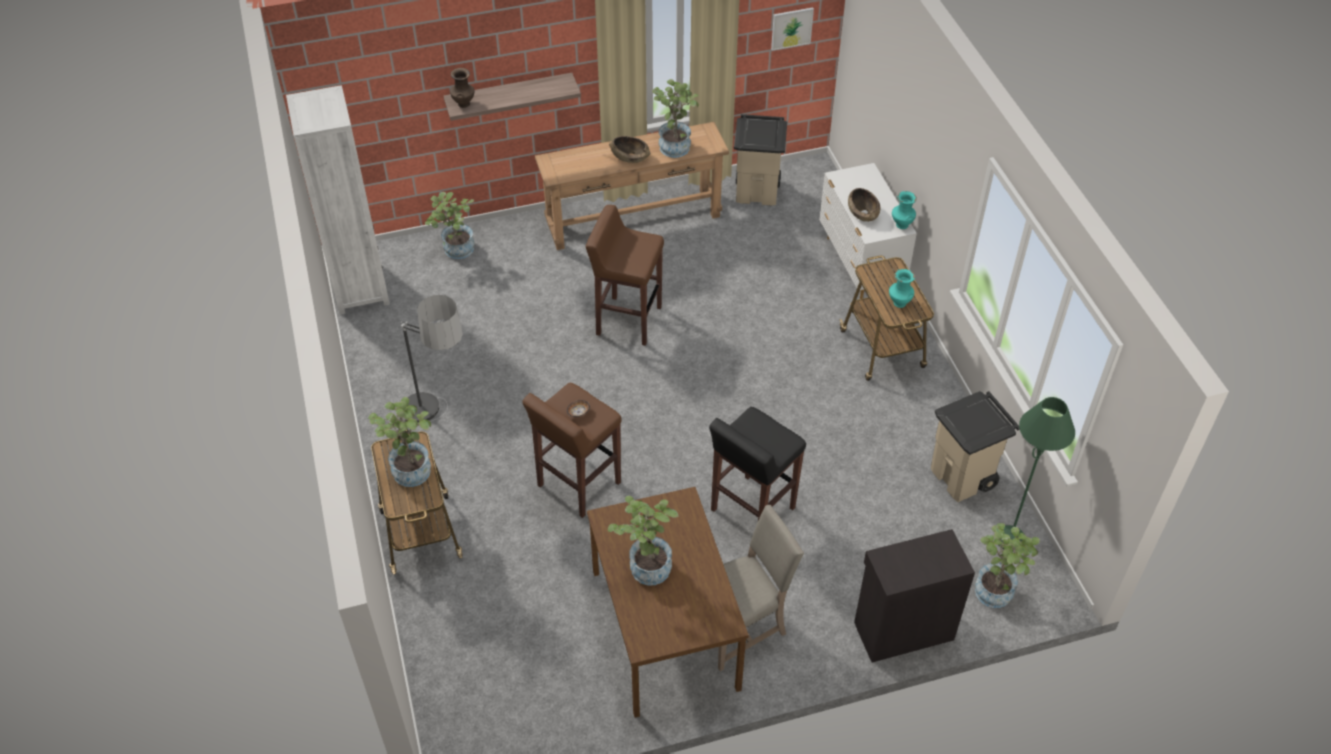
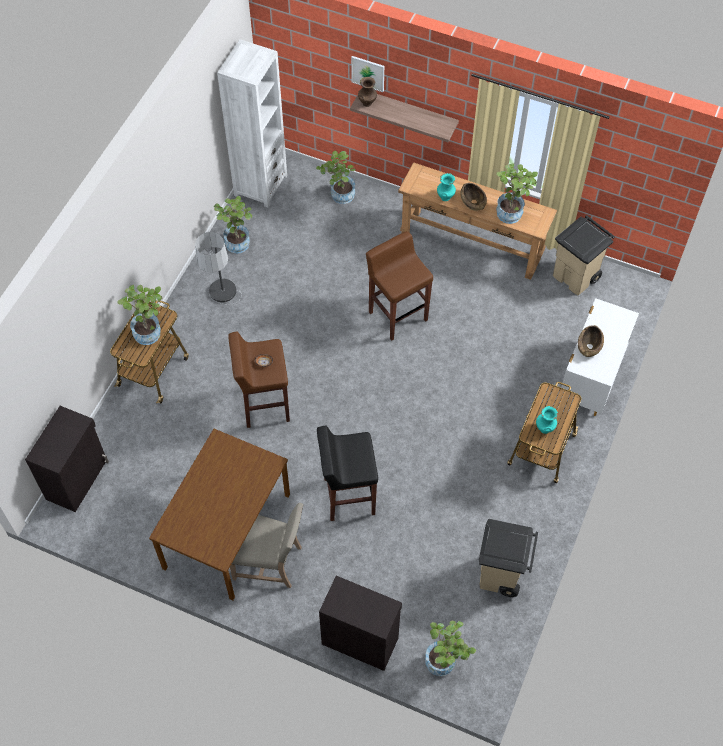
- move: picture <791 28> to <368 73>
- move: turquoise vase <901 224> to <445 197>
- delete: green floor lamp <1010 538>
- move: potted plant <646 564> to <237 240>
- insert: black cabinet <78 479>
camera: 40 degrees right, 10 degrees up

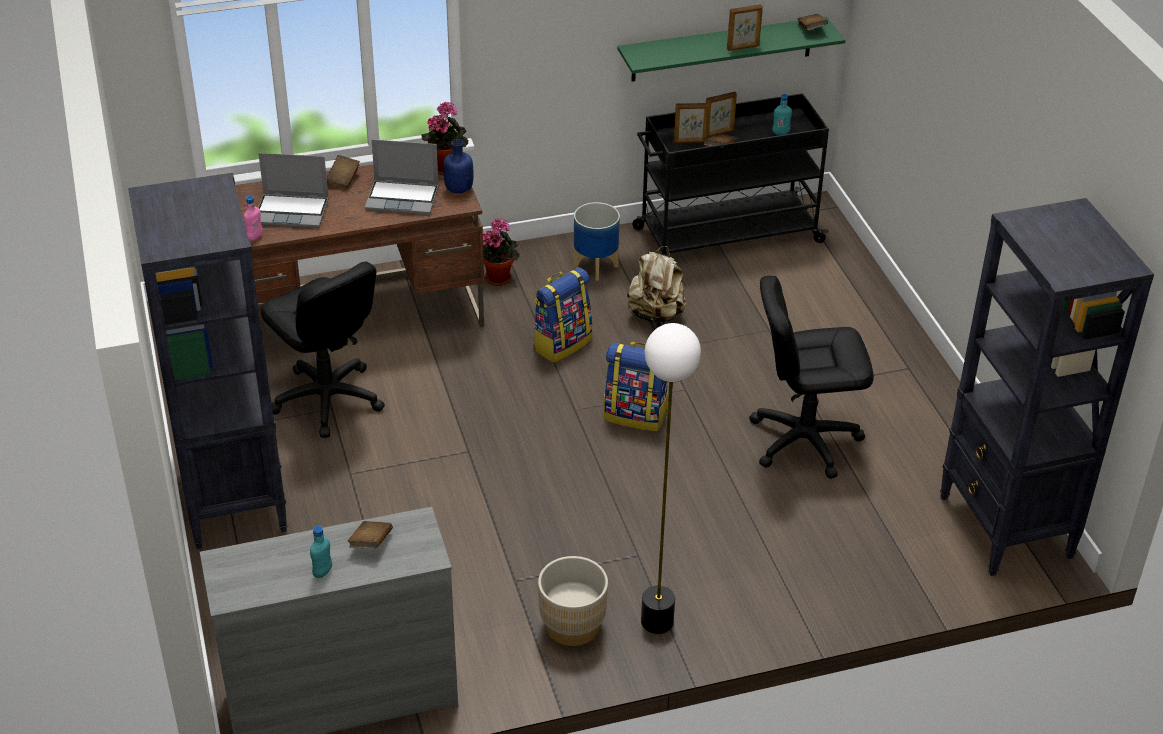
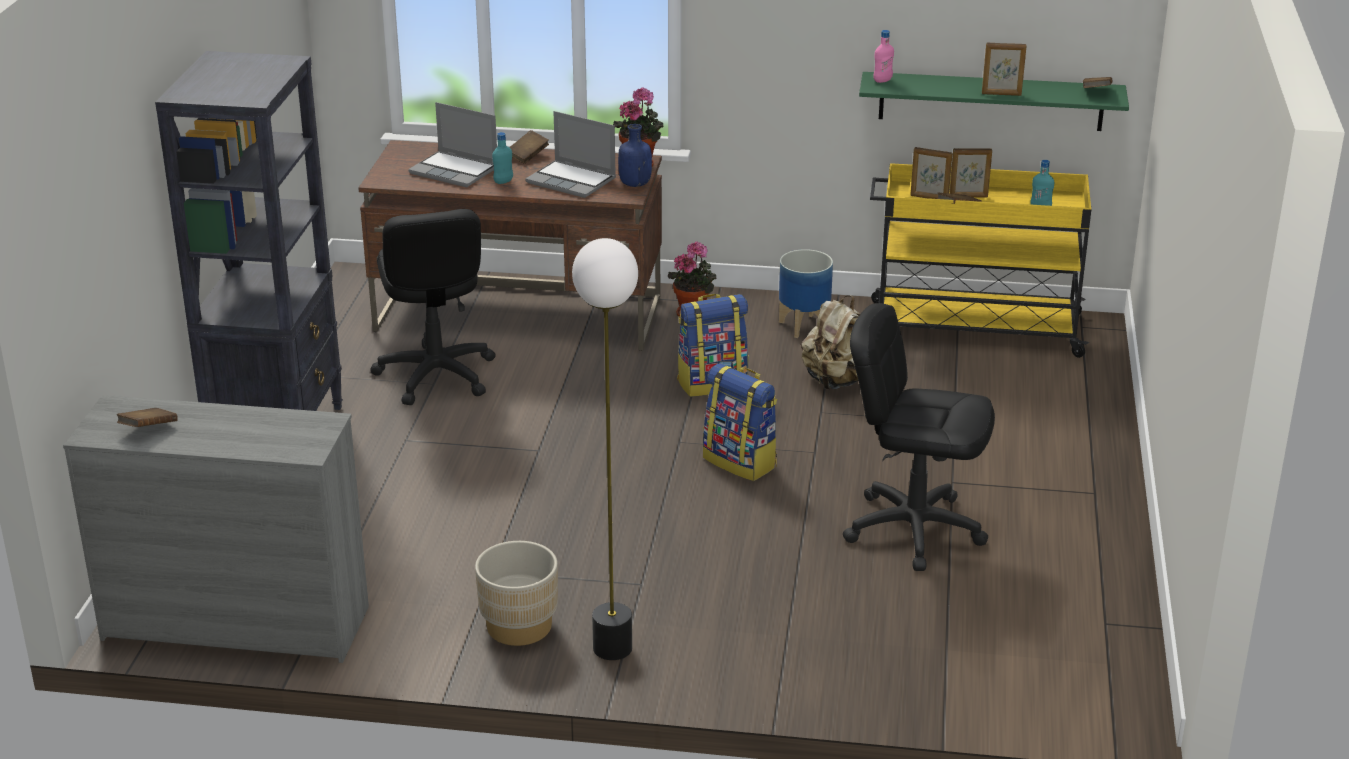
- recolor: black cart <725 235> to yellow cart <972 329>
- move: pink bottle <254 237> to <882 80>
- delete: black bookcase <1005 528>
- move: brown book <370 543> to <148 429>
- move: turquoise bottle <323 572> to <503 181>
camera: 25 degrees right, 10 degrees down

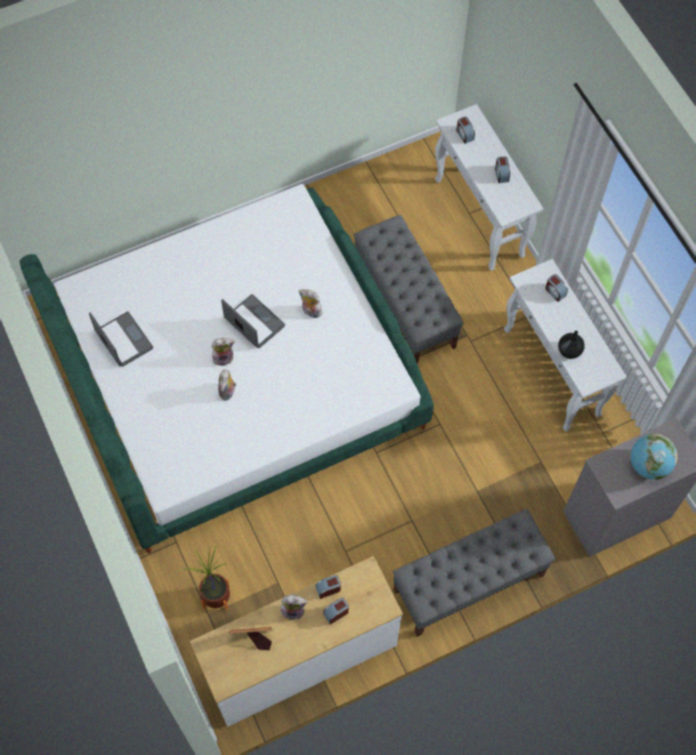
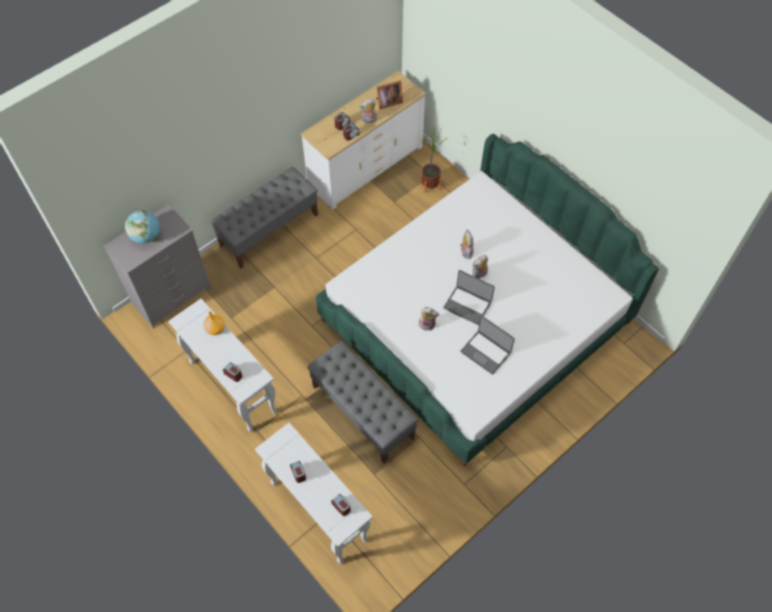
- move: laptop <123 340> to <486 352>
- recolor: black vase <568 351> to orange vase <216 329>
camera: 165 degrees right, 5 degrees down

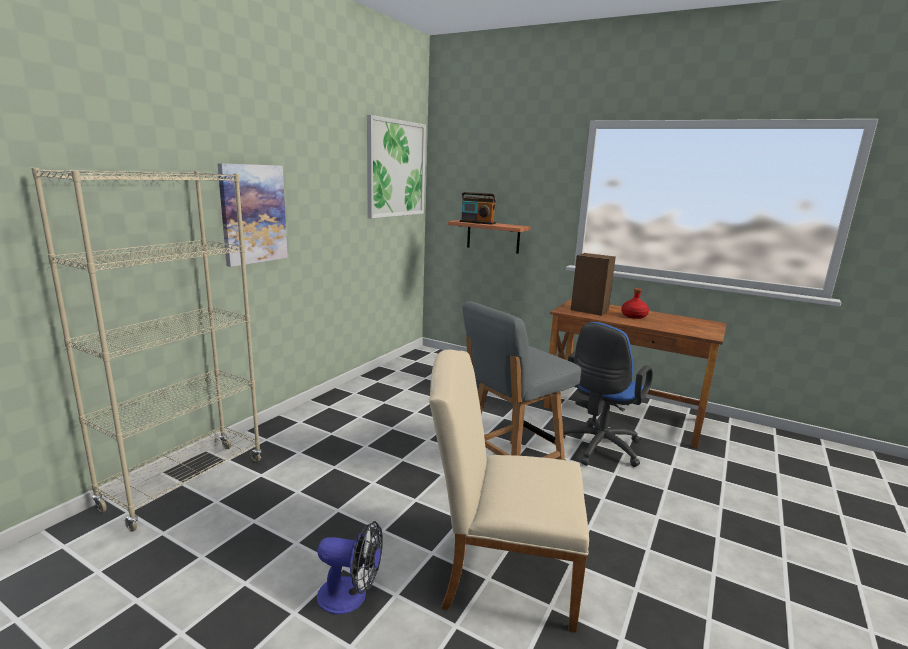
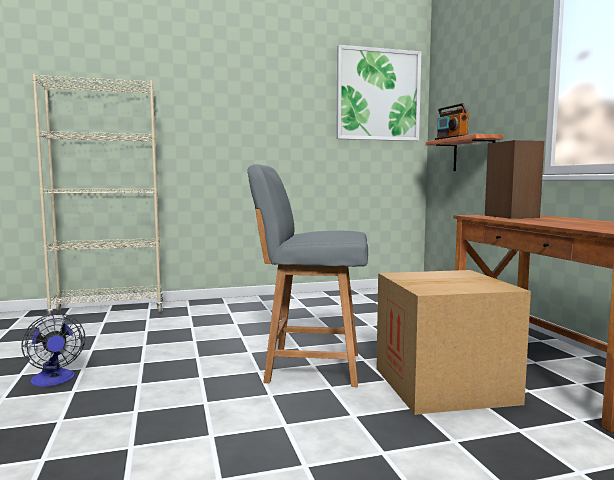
- delete: picture <253 214>
- delete: red bottle <633 316>
- replace: blue office chair <598 449> to cardboard box <444 385>
- delete: beige chair <499 571>
camera: 45 degrees right, 10 degrees down

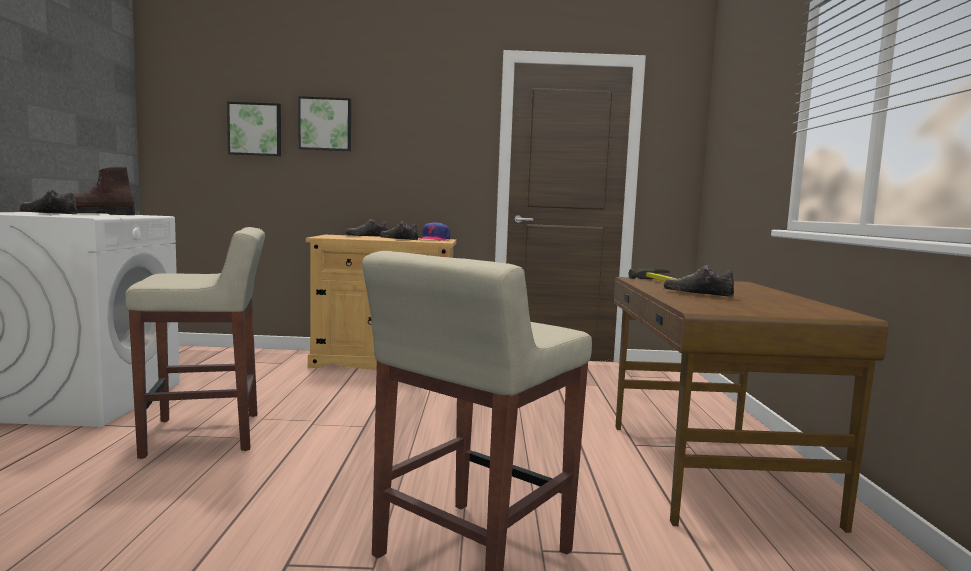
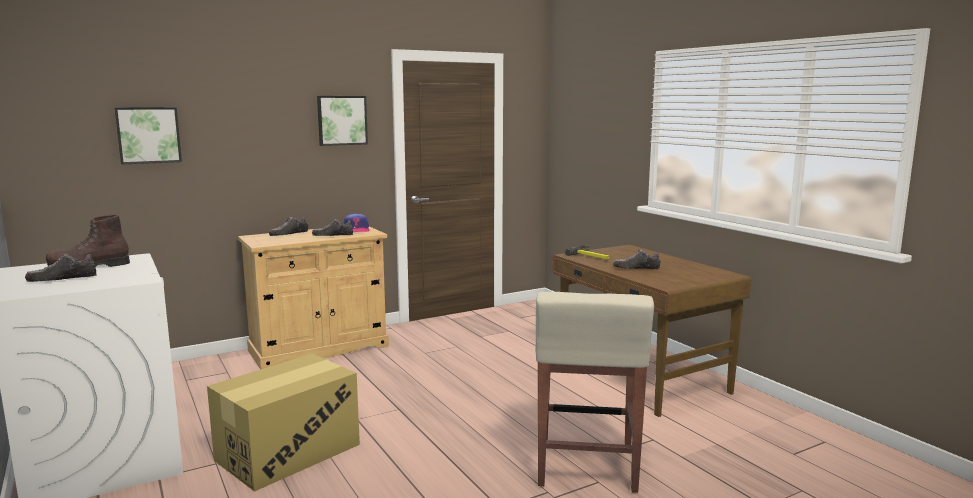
- move: picture <325 124> to <342 120>
- replace: beige stool <206 435> to cardboard box <288 452>
camera: 30 degrees left, 5 degrees up

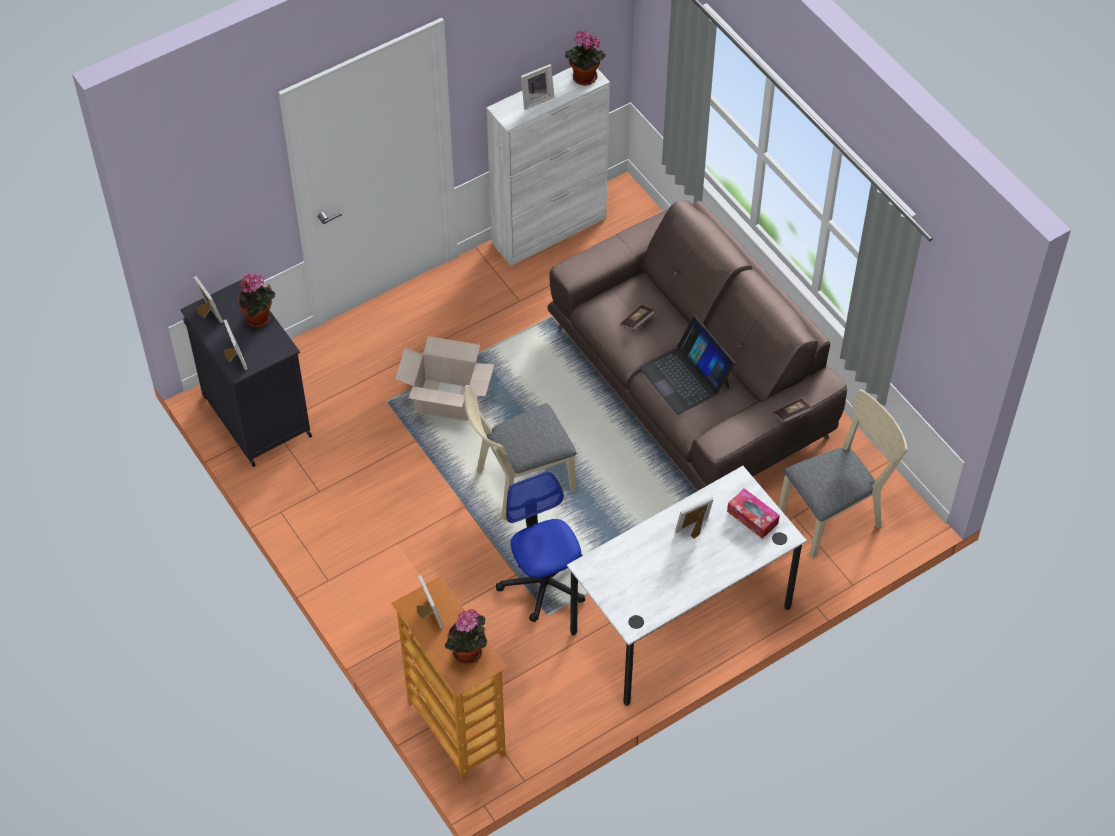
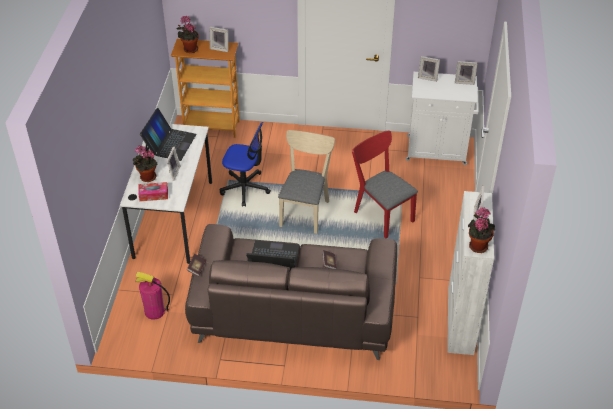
- move: potted plant <260 318> to <146 178>
- recolor: black cabinet <255 414> to white cabinet <438 150>
- replace: cardboard box <446 400> to red chair <381 213>
- replace: beige chair <836 514> to fire extinguisher <154 311>
- insert: laptop <170 143>
camera: 130 degrees right, 10 degrees down

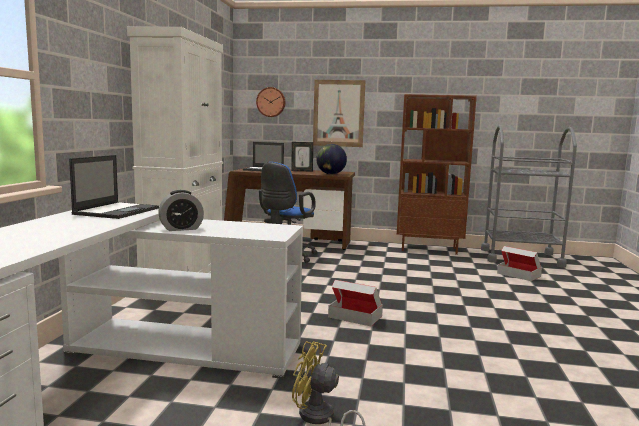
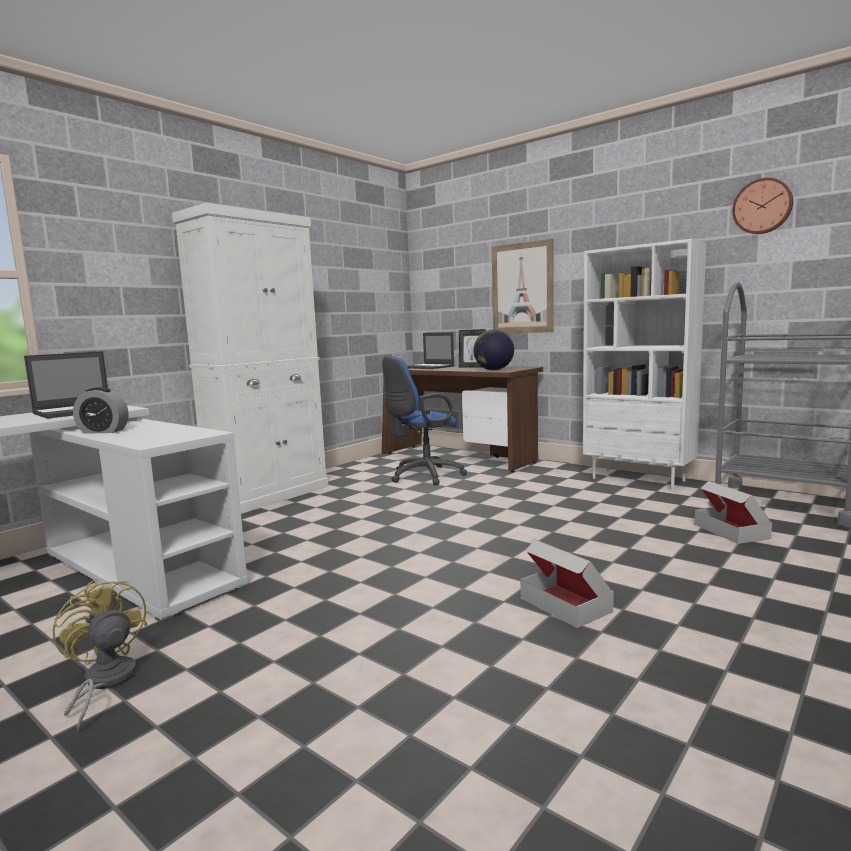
- move: wall clock <271 102> to <762 206>
- recolor: brown bookcase <429 249> to white bookcase <639 479>
- move: cardboard box <355 316> to <565 605>
camera: 30 degrees right, 0 degrees up

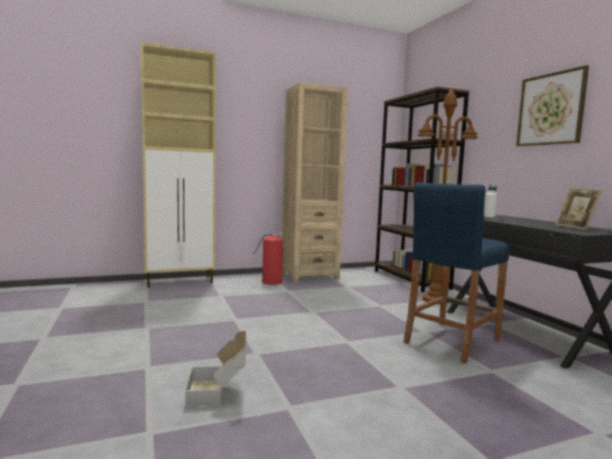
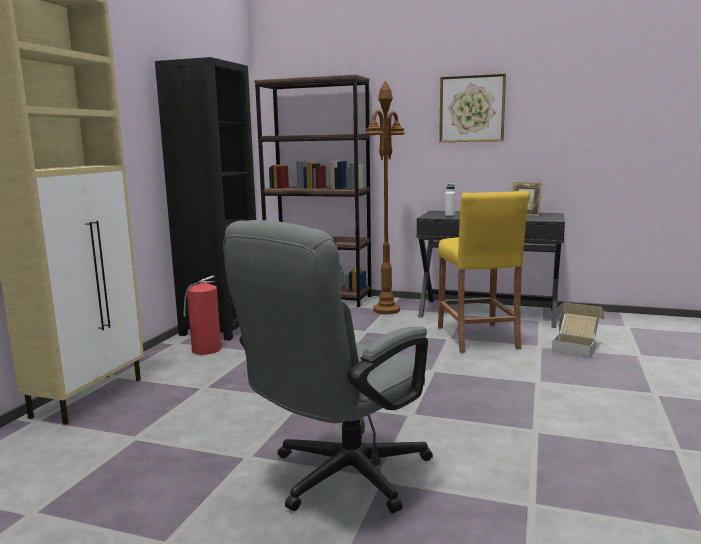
- recolor: beige bookcase <309 275> to black bookcase <221 327>
- recolor: blue stool <451 341> to yellow stool <477 337>
- move: cardboard box <219 392> to <575 347>
- insert: grey office chair <338 478>
camera: 50 degrees left, 5 degrees up

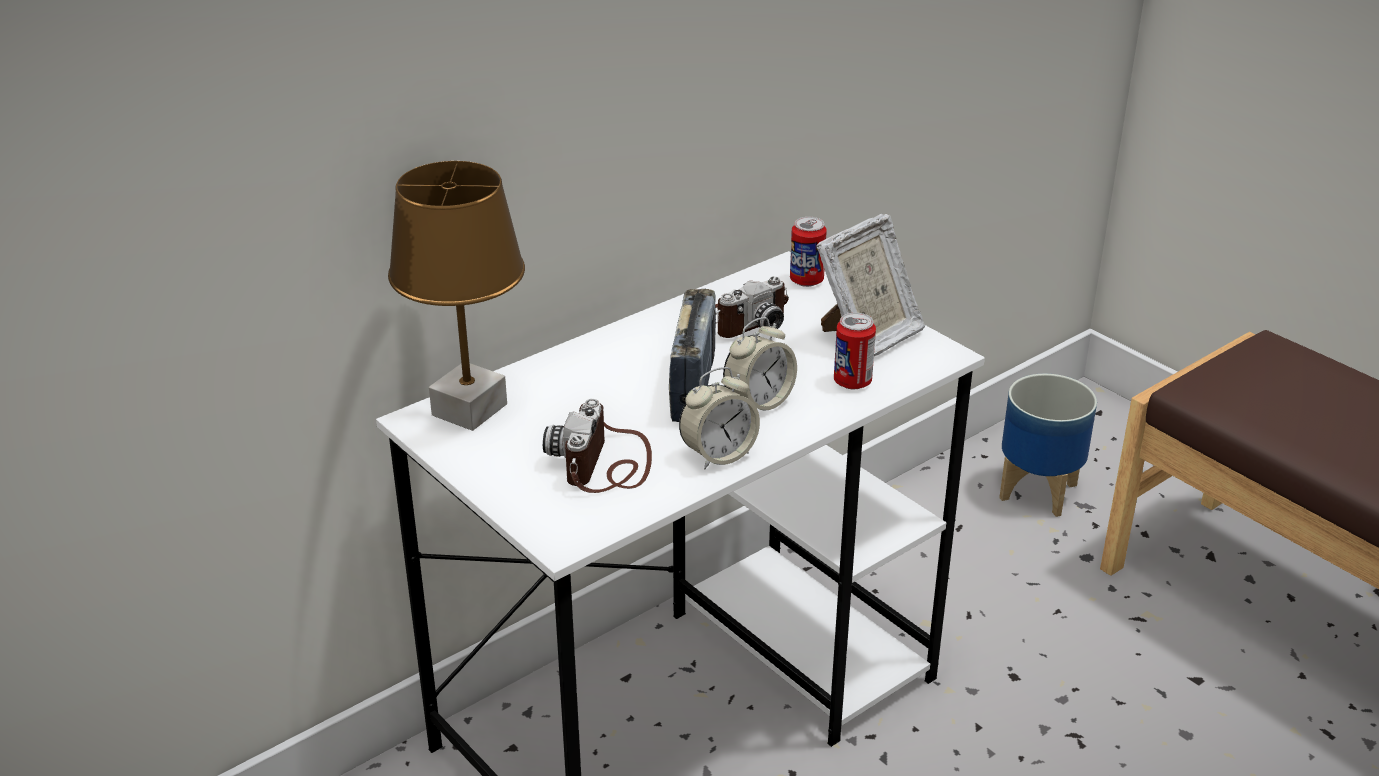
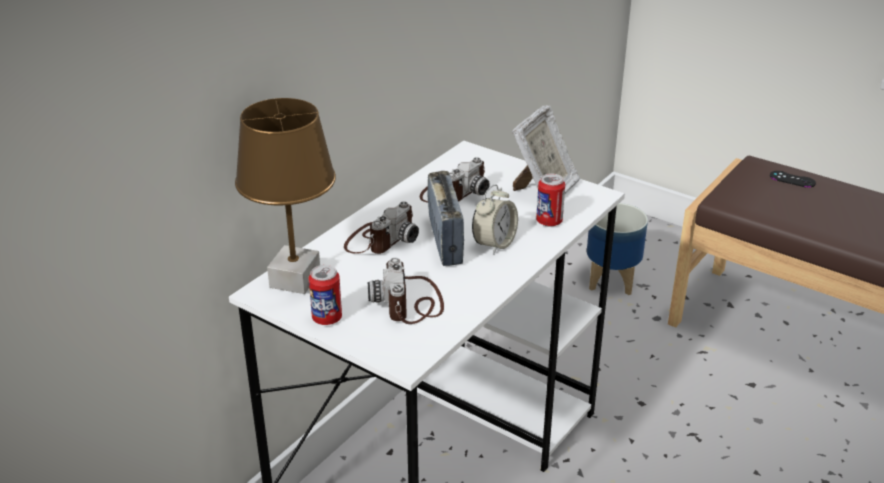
- move: can <806 281> to <327 318>
- delete: alarm clock <718 455>
- insert: black game controller <792 179>
- insert: photo camera <380 239>
camera: 15 degrees left, 0 degrees up

